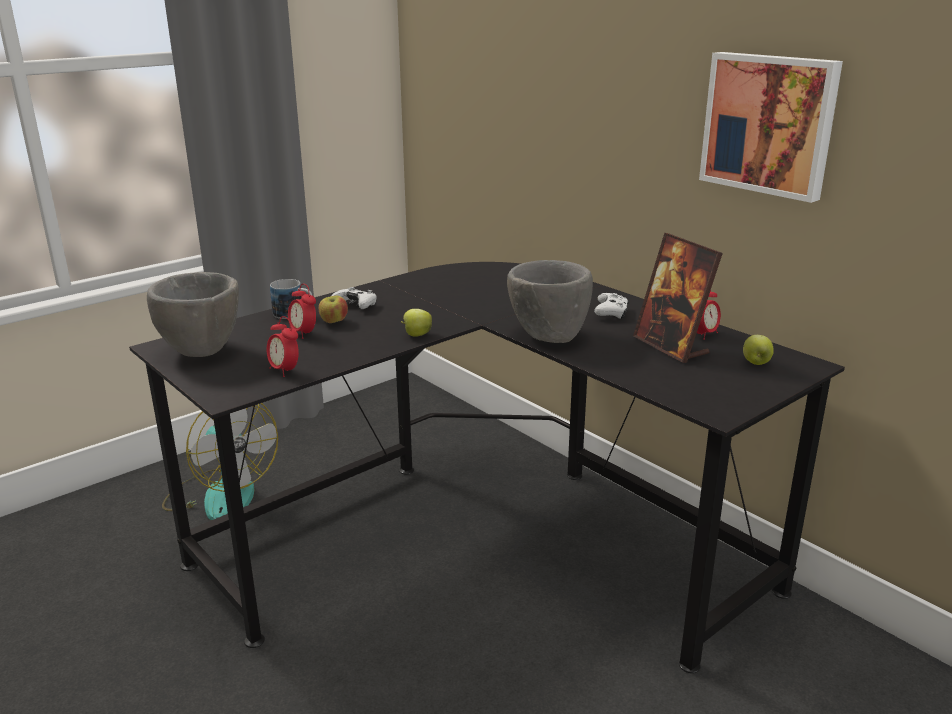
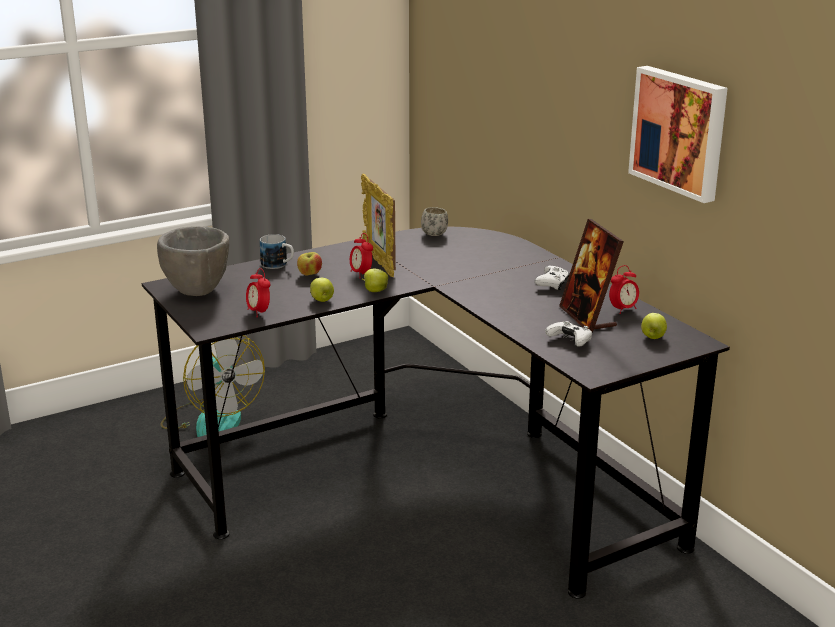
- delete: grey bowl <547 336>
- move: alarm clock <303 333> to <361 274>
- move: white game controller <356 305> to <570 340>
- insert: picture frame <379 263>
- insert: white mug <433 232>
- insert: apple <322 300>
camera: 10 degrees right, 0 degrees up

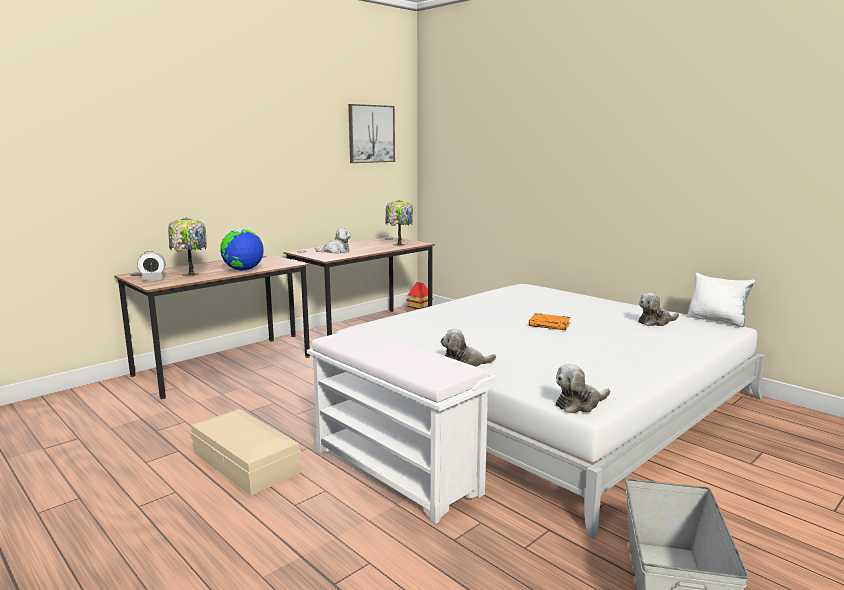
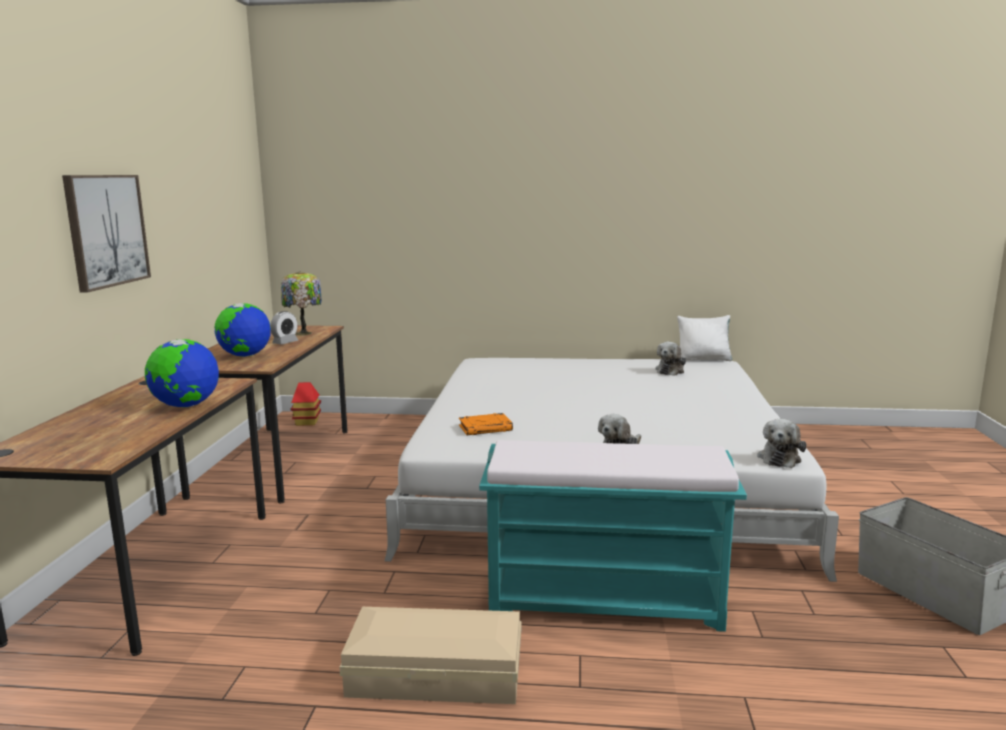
- move: picture <371 134> to <106 230>
- delete: table lamp <190 275>
- replace: plush toy <335 251> to globe <245 356>
- move: alarm clock <153 279> to <285 342>
- move: orange book <550 325> to <486 428>
- recolor: white bench <397 471> to turquoise bench <606 601>
camera: 40 degrees left, 0 degrees up

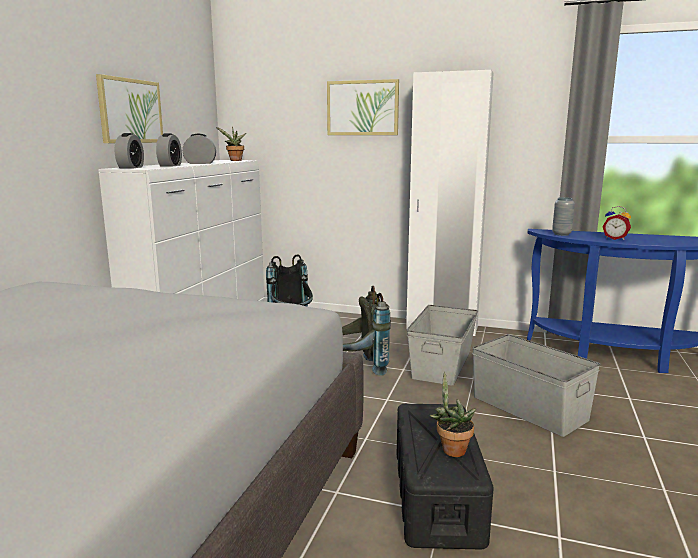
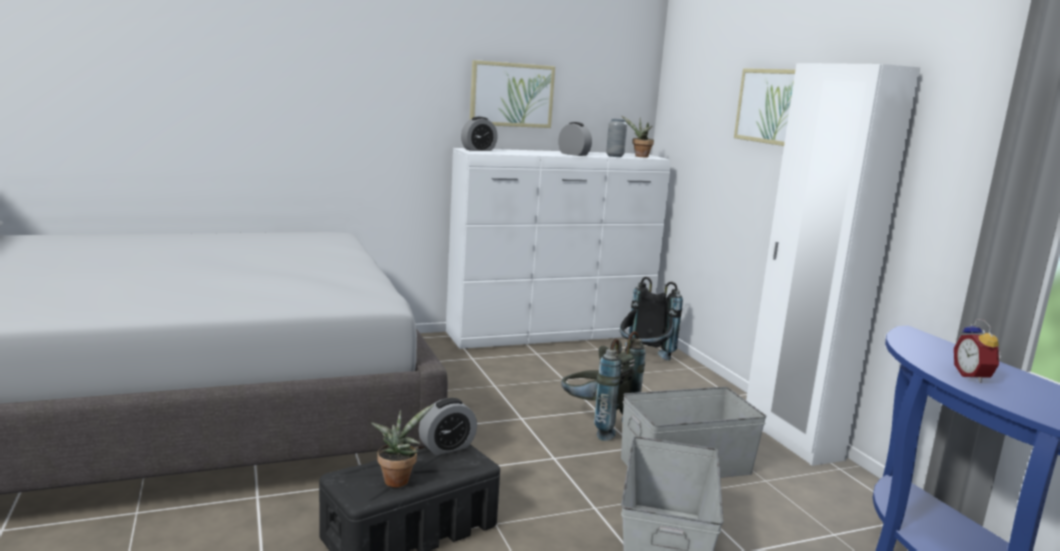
- move: alarm clock <170 165> to <447 447>
- move: grey vase <561 234> to <614 156>
camera: 50 degrees right, 0 degrees up

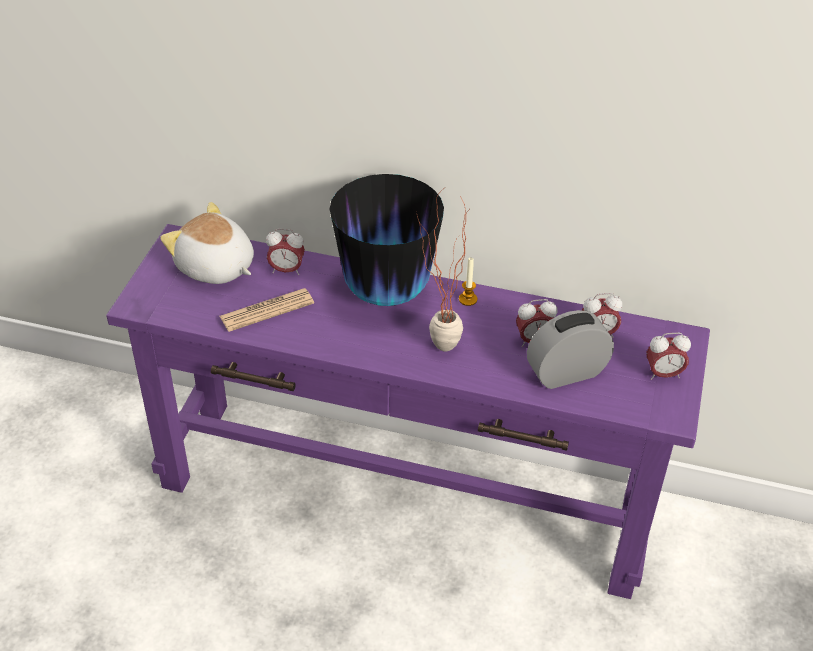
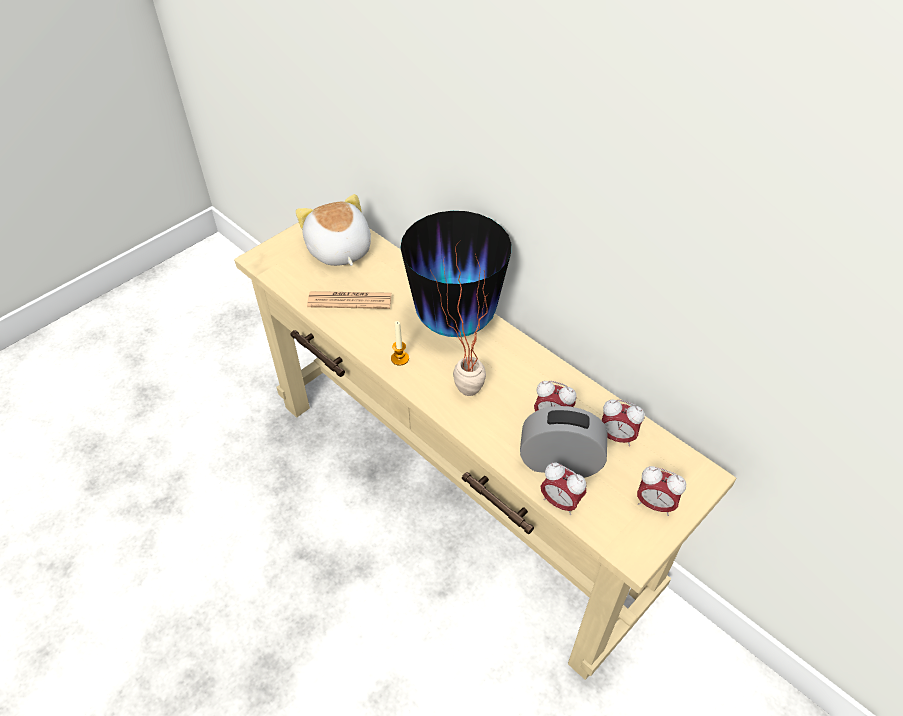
- recolor: purple console table <404 494> to beige console table <454 493>
- move: alarm clock <286 270> to <560 502>
- move: candle <468 299> to <400 358>
camera: 30 degrees right, 5 degrees up

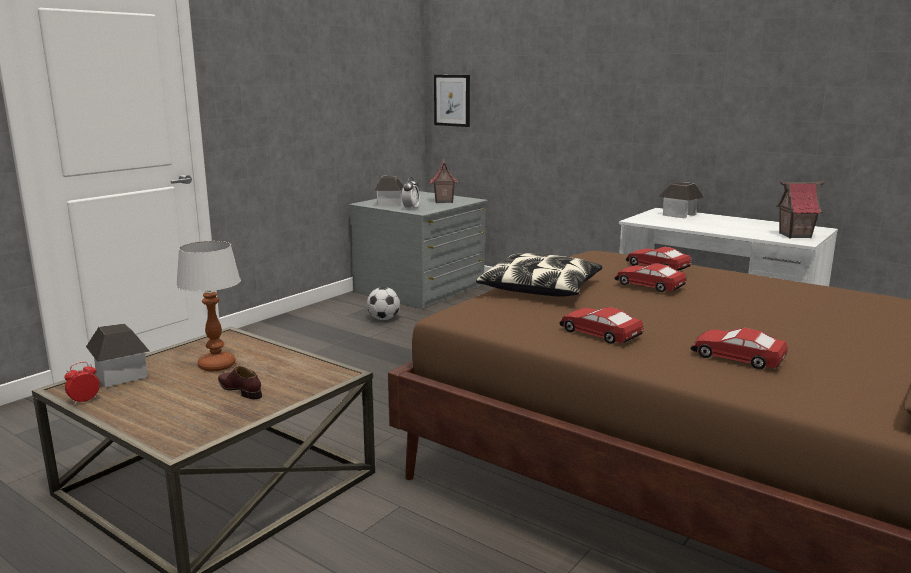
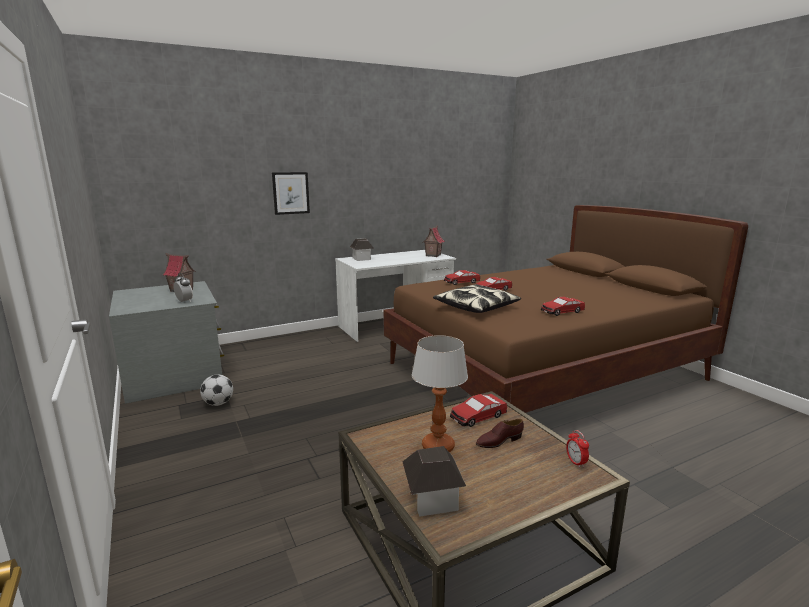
- move: picture <452 100> to <291 193>
- delete: toy house <389 204>
- move: toy car <737 358> to <478 416>
- move: alarm clock <84 400> to <576 462>
camera: 65 degrees left, 0 degrees up

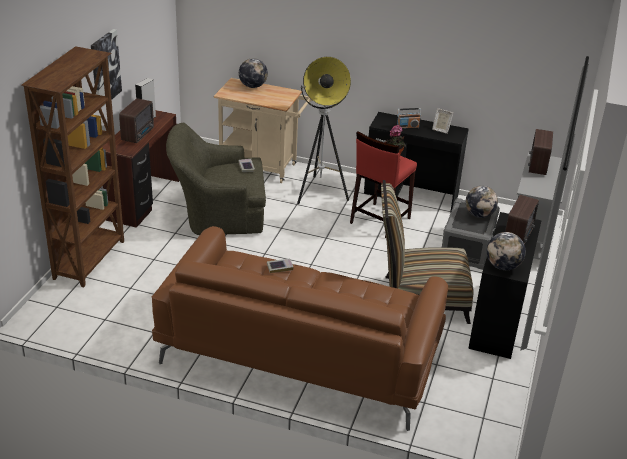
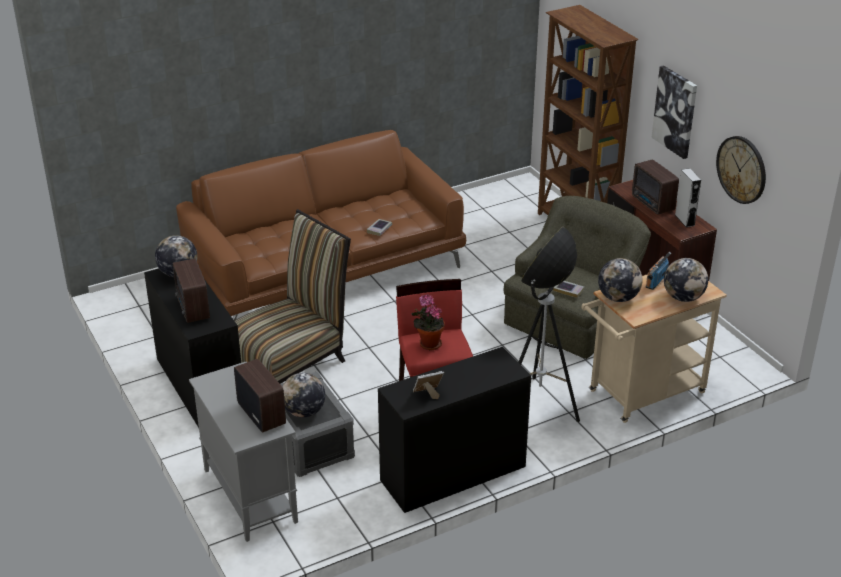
- move: radio <407 127> to <656 281>
- insert: wall clock <741 169>
- insert: globe <618 298>
camera: 135 degrees right, 0 degrees up

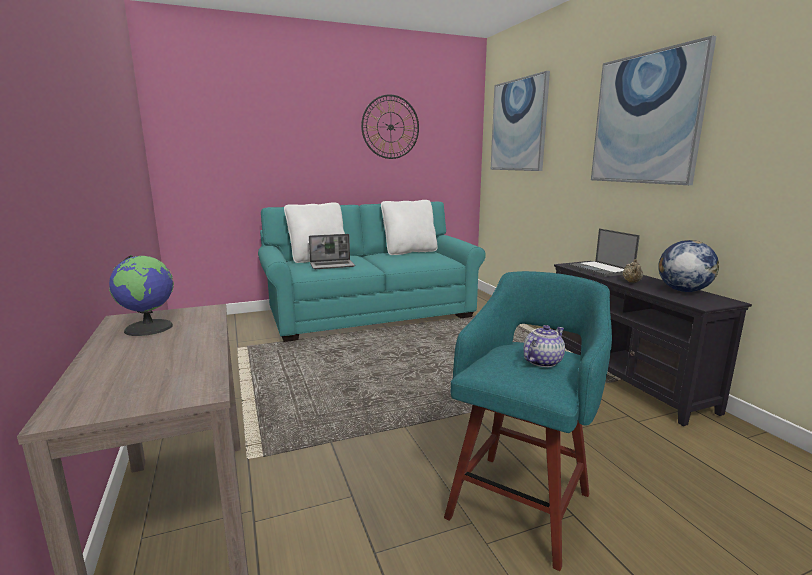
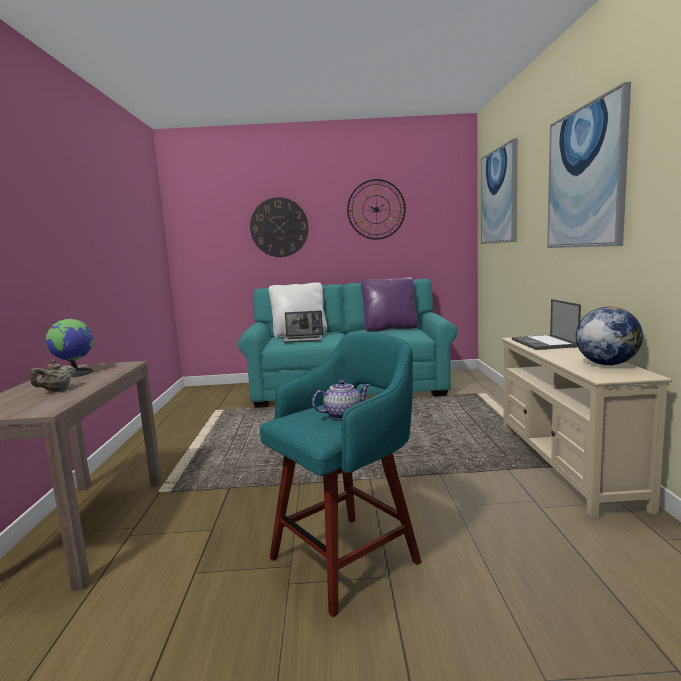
- recolor: white pillow <409 252> to purple pillow <390 329>
- move: beige teapot <632 282> to <56 391>
- recolor: black tv stand <624 378> to beige tv stand <566 465>
- insert: wall clock <279 227>
camera: 20 degrees right, 5 degrees down

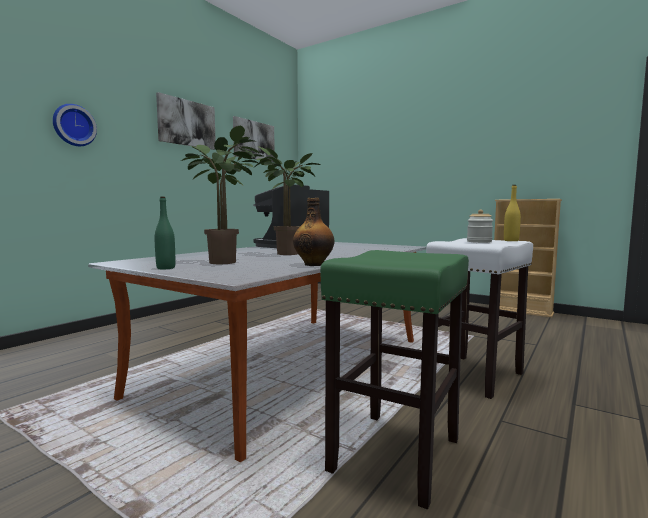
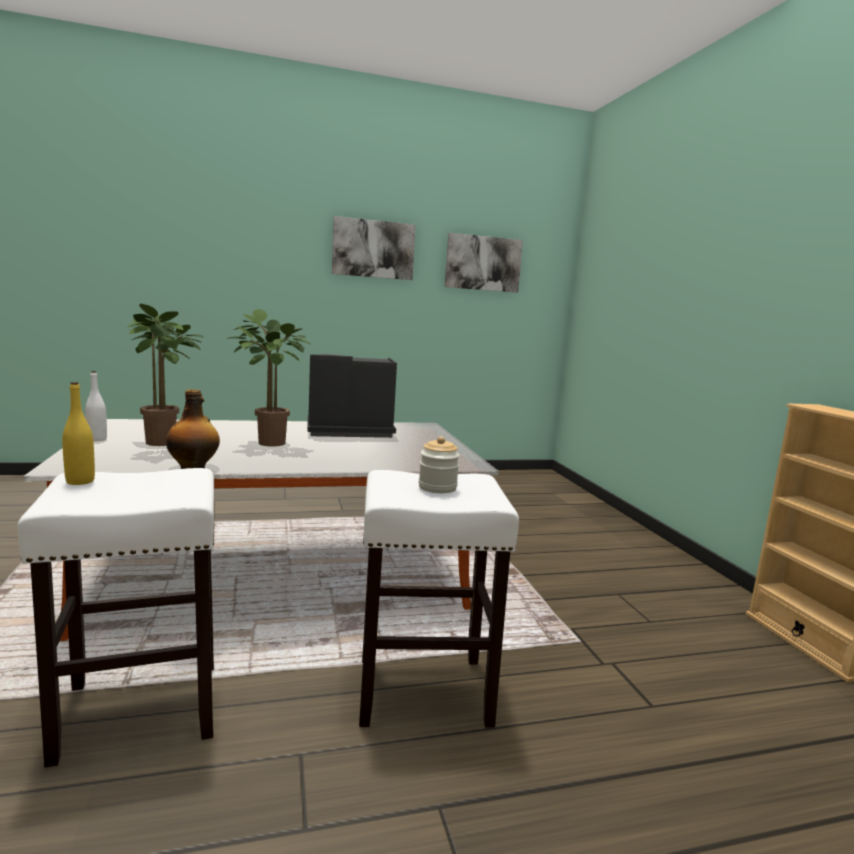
- delete: wall clock <73 125>
- move: yellow bottle <511 240> to <80 481>
- recolor: green bottle <166 268> to white bottle <97 439>
- recolor: green stool <395 456> to white stool <137 711>
camera: 40 degrees right, 5 degrees up

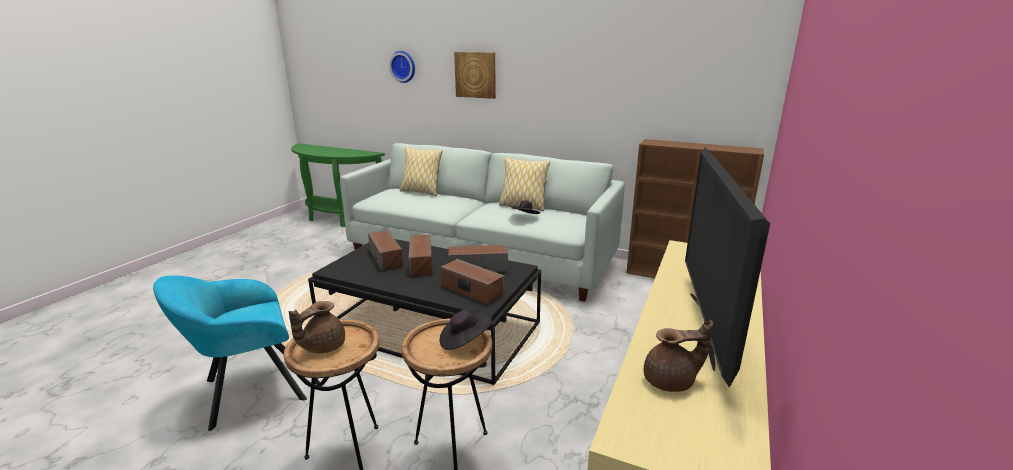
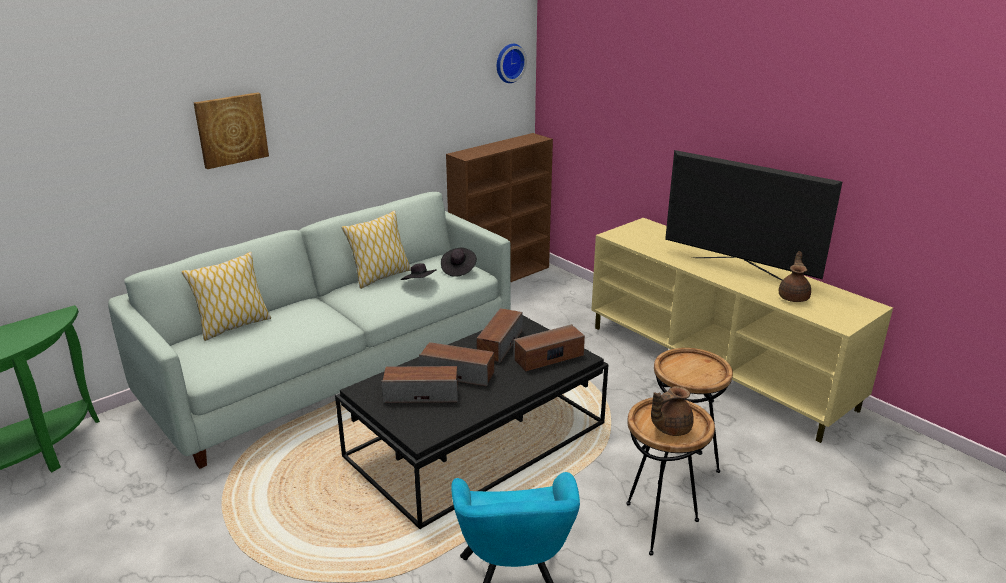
- move: wall clock <403 66> to <509 63>
- rotate: brown teapot <322 347> = <670 428> 90 degrees clockwise
- move: black hat <464 341> to <458 269>
camera: 65 degrees left, 5 degrees up

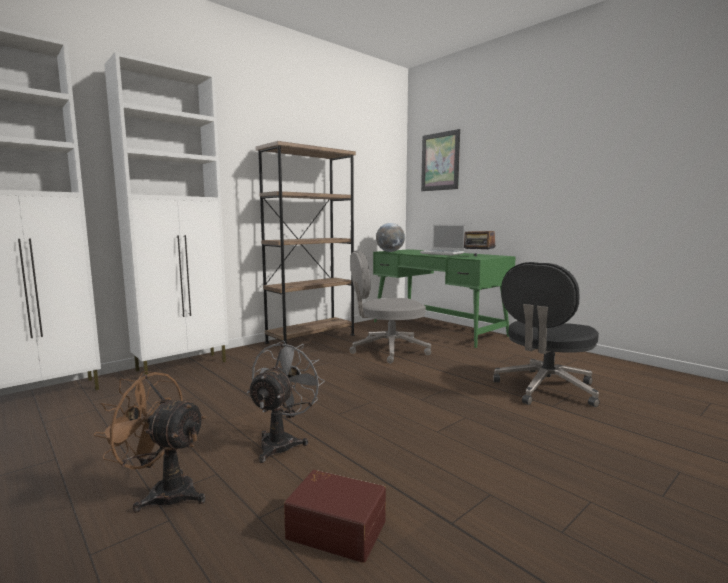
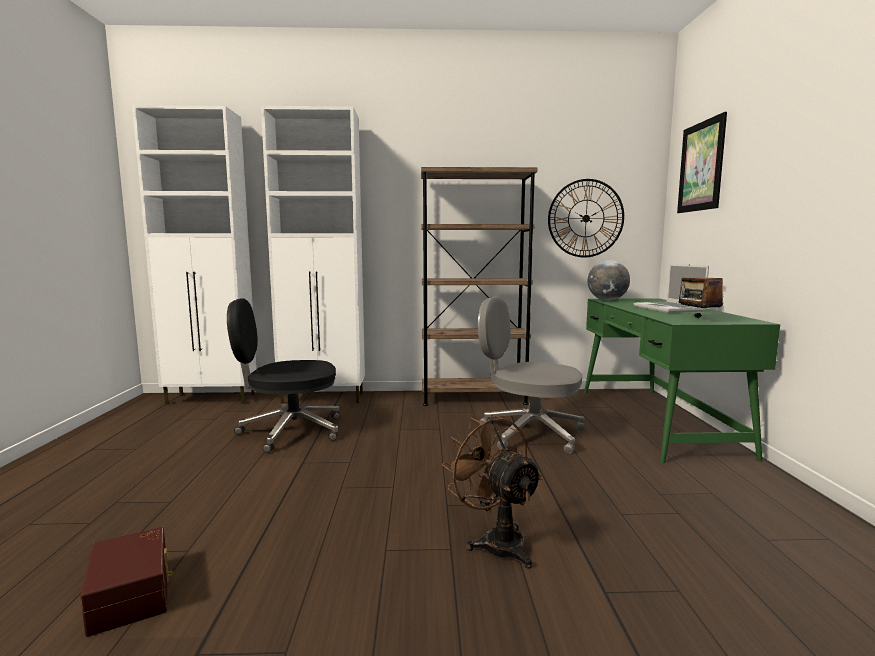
- move: black office chair <545 389> to <289 431>
- delete: grey fan <282 442>
- move: brown fan <163 493> to <496 541>
- insert: wall clock <586 218>
camera: 40 degrees right, 0 degrees up

